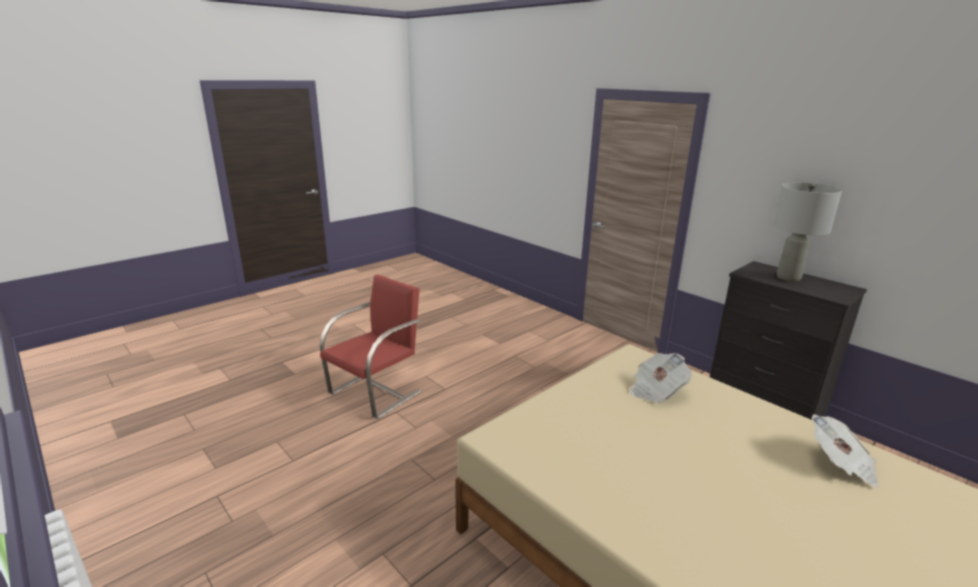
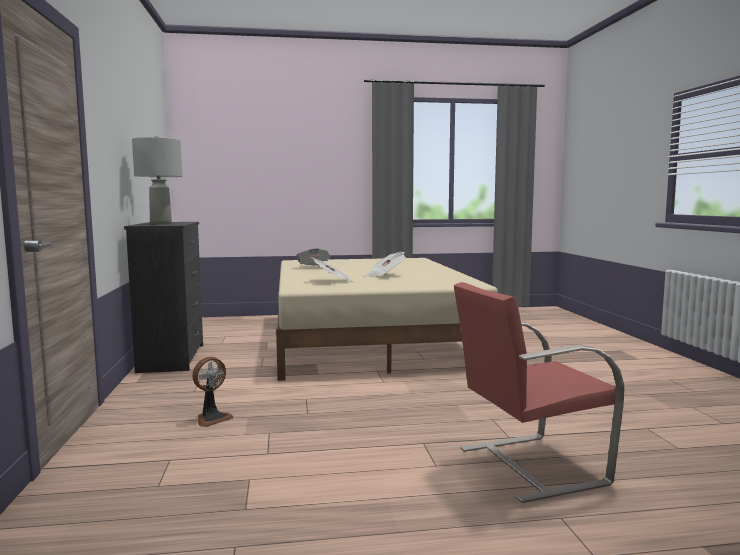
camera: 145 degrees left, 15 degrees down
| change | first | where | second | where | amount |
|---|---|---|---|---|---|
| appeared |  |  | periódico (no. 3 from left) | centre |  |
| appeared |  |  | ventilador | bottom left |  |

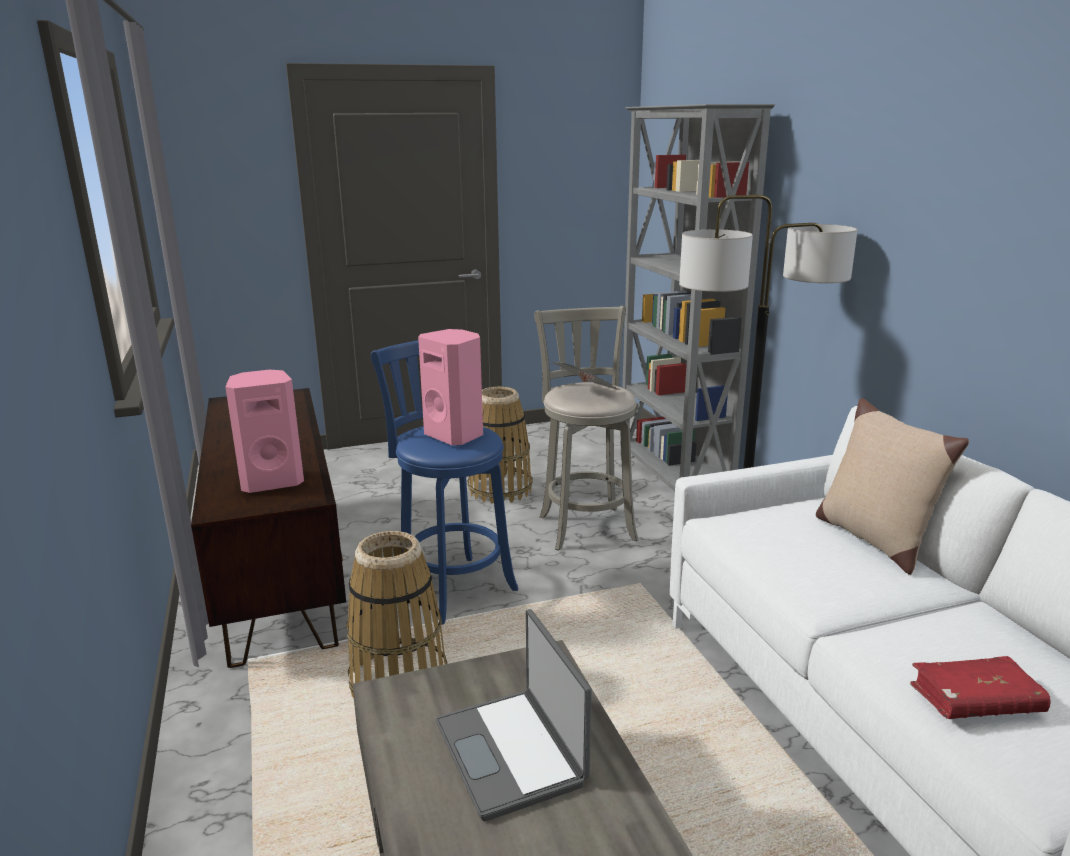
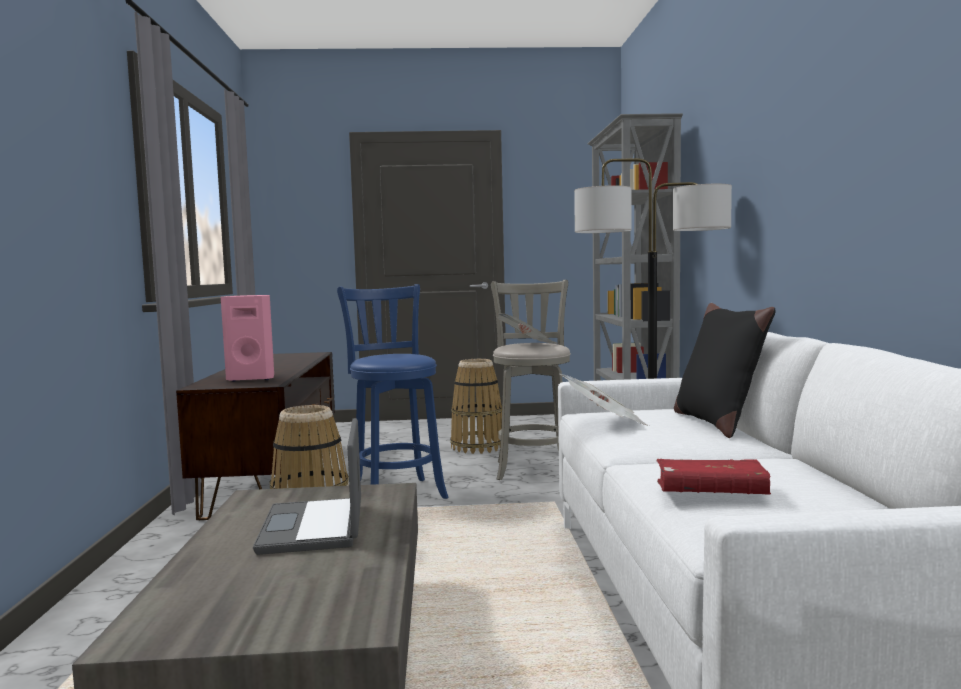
camera: 15 degrees right, 15 degrees down
| change | first | where | second | where | amount |
|---|---|---|---|---|---|
| missing | altavoz/rosa (no. 2 from left) | centre |  |  |  |
| colour | cojín/beis | middle right | cojín/negro | middle right |  |
| appeared |  |  | periódico (no. 2 from left) | centre |  |

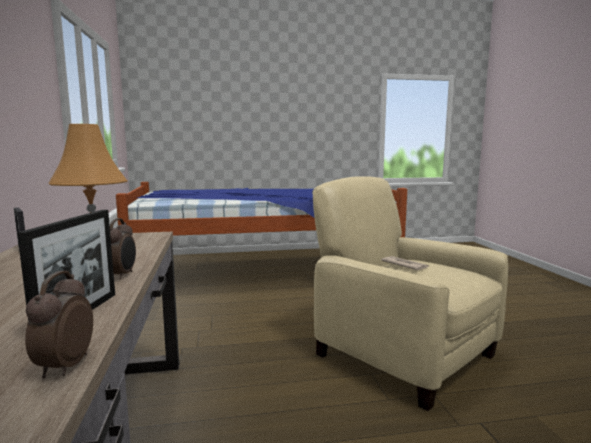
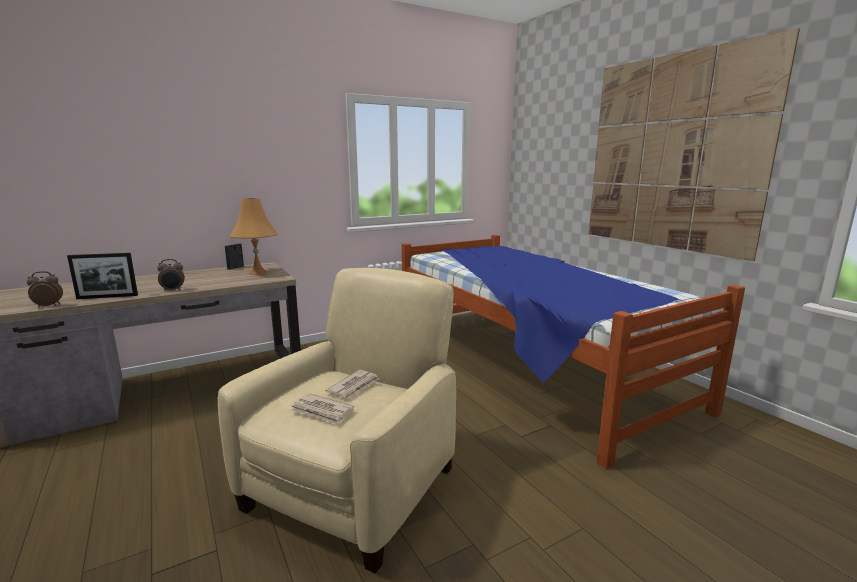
camera: 70 degrees right, 5 degrees up
| change | first | where | second | where | amount |
|---|---|---|---|---|---|
| appeared |  |  | cuadro | top right |  |
| appeared |  |  | periódico (no. 1 from left) | bottom centre |  |

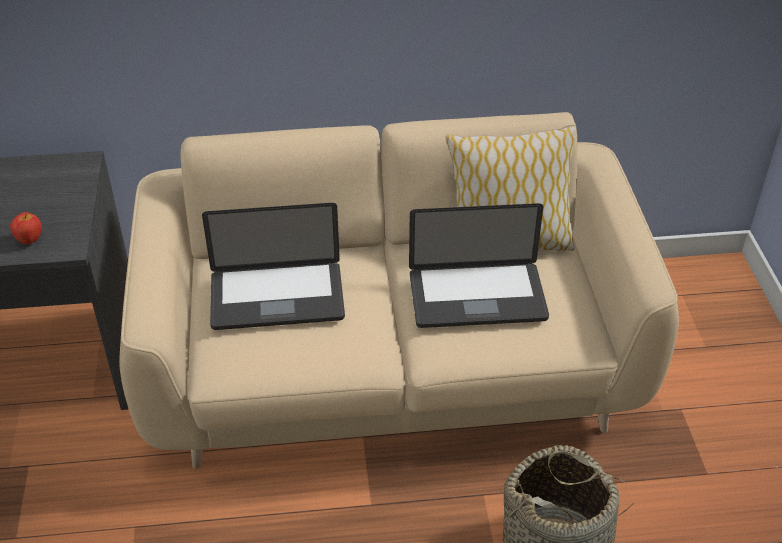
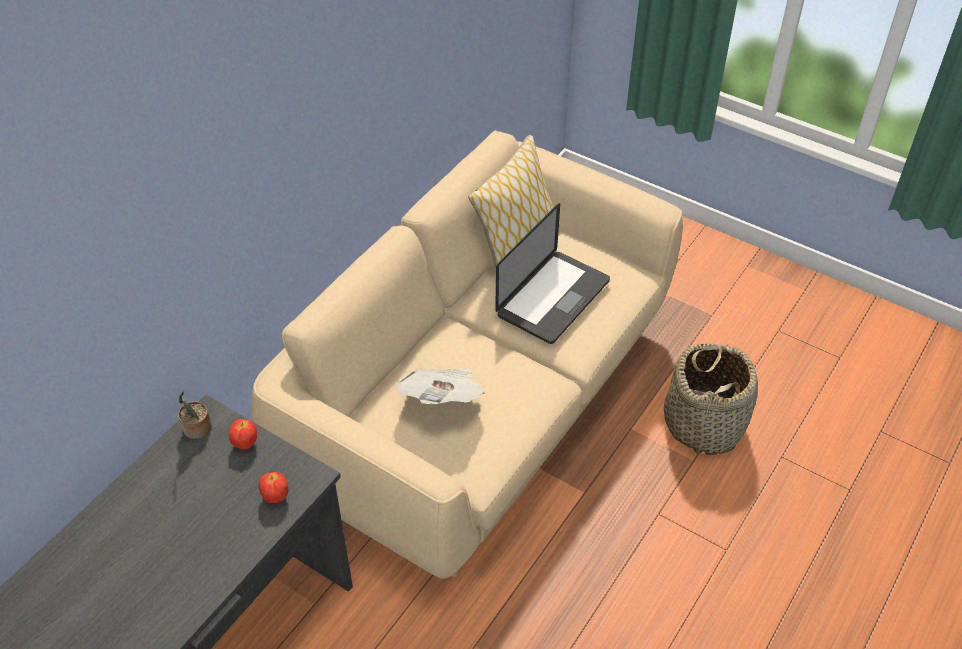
camera: 50 degrees left, 5 degrees up
| change | first | where | second | where | amount |
|---|---|---|---|---|---|
| exchanged | portátil (no. 1 from left) | centre | periódico | centre |  |
| appeared |  |  | planta en maceta | middle left |  |
| appeared |  |  | manzana (no. 1 from left) | bottom left |  |

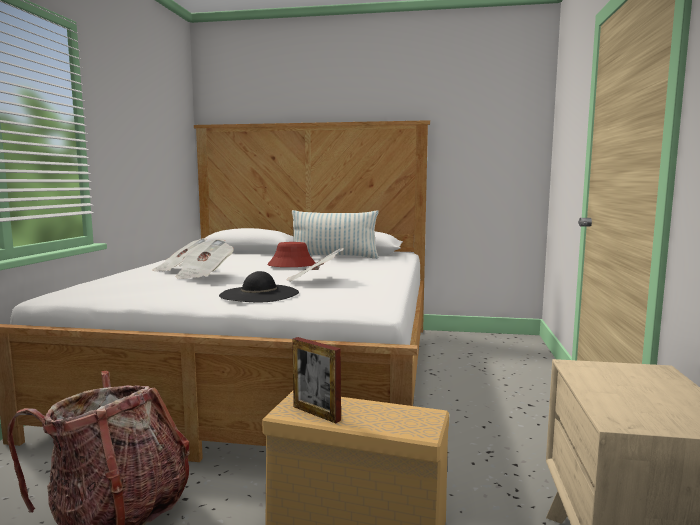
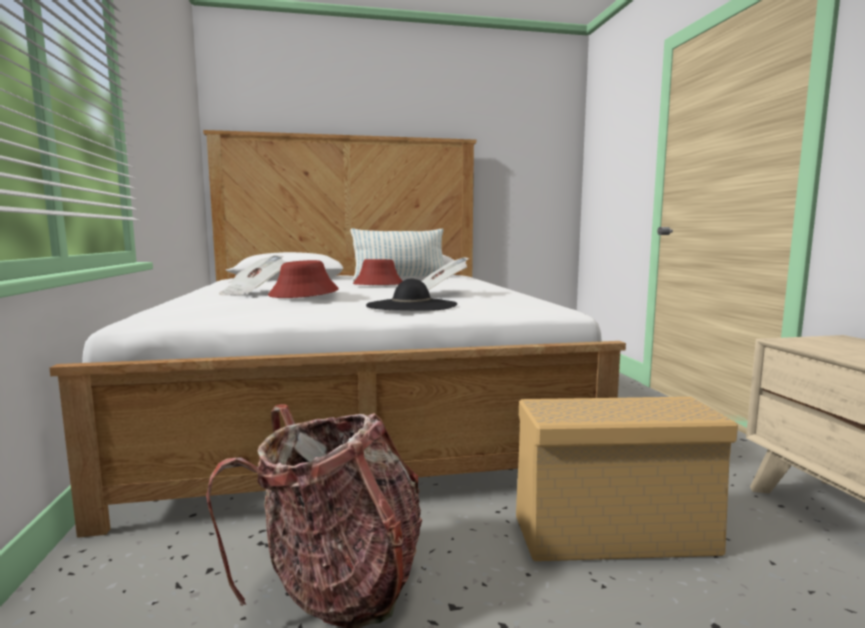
camera: 20 degrees left, 0 degrees up
| change | first | where | second | where | amount |
|---|---|---|---|---|---|
| exchanged | periódico (no. 2 from left) | middle left | sombrero/rojo (no. 1 from left) | centre |  |
| missing | portarretratos | bottom centre |  |  |  |

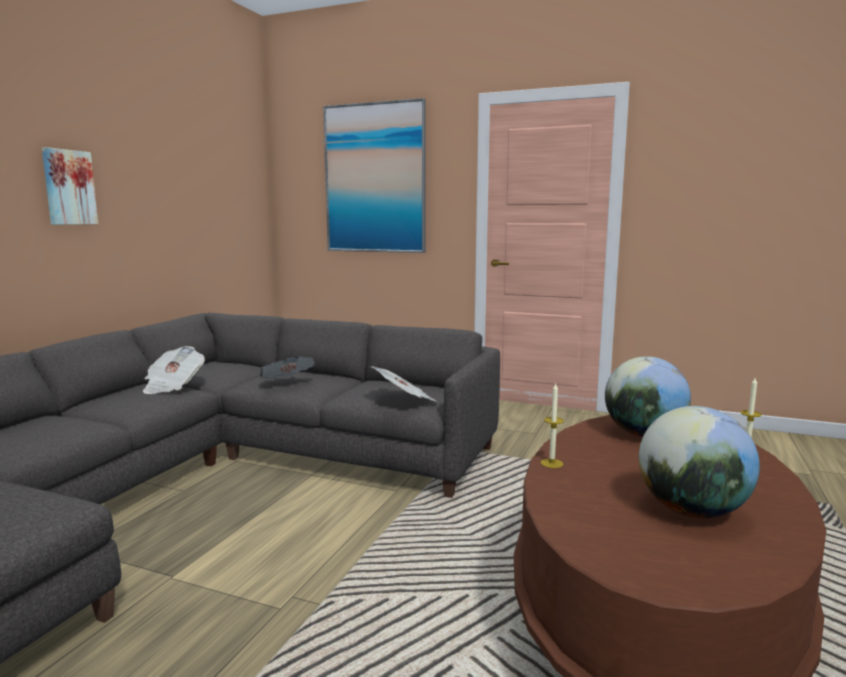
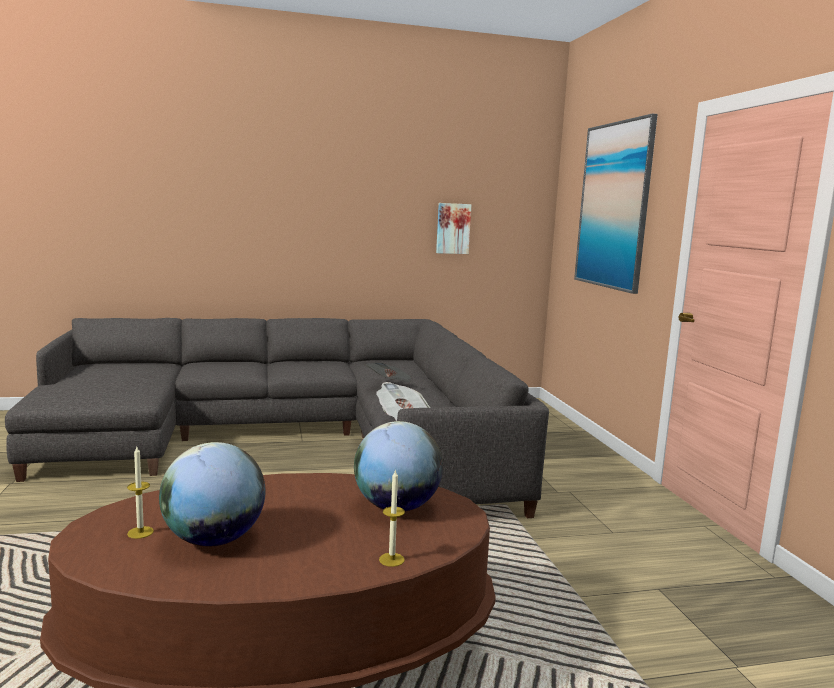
camera: 55 degrees right, 0 degrees up
| change | first | where | second | where | amount |
|---|---|---|---|---|---|
| relocated | cuadro (no. 1 from left) | top left |  | top centre |  |
| missing | periódico (no. 1 from left) | middle left |  |  |  |
| relocated | vela (no. 1 from left) | centre |  | bottom left |  |

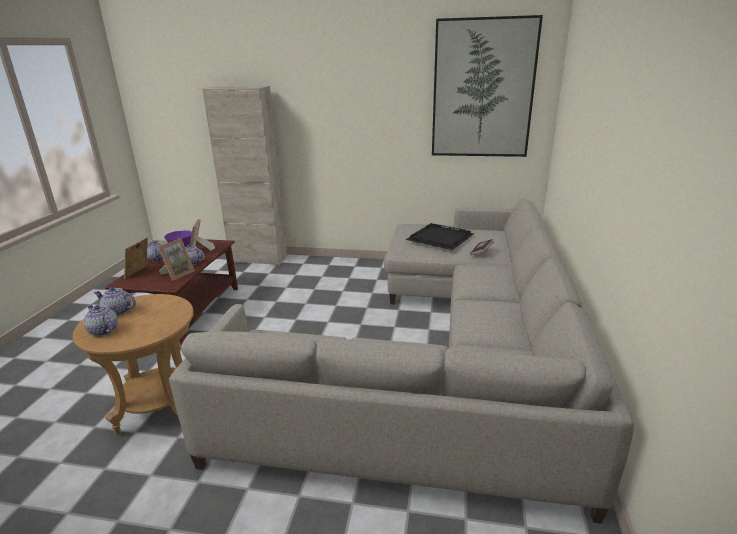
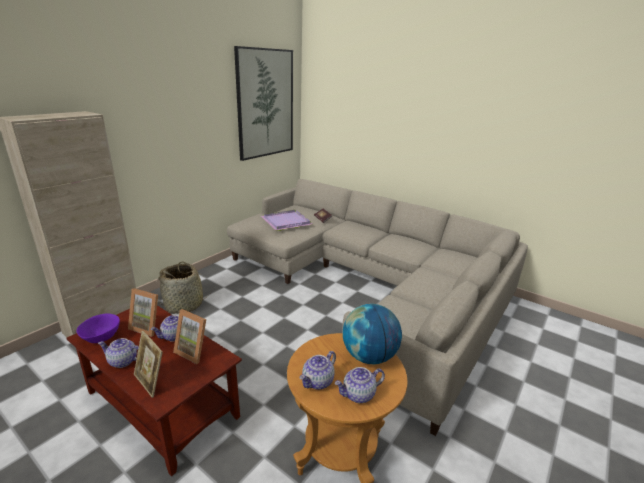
camera: 65 degrees left, 0 degrees up
| change | first | where | second | where | amount |
|---|---|---|---|---|---|
| colour | bandeja/negro | centre | bandeja/morado | centre |  |
| spun | portarretratos (no. 2 from left in the first image) | middle left | portarretratos (no. 3 from left) | bottom left | 150 degrees clockwise |
| appeared |  |  | cesta | middle left |  |
| appeared |  |  | globo terráqueo | bottom centre |  |

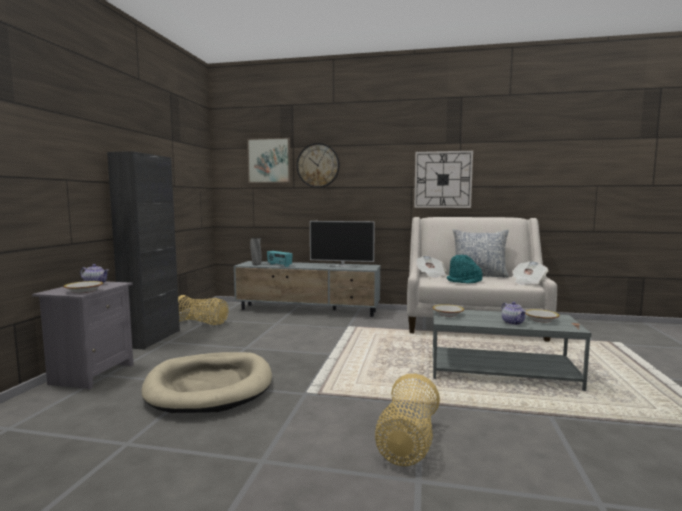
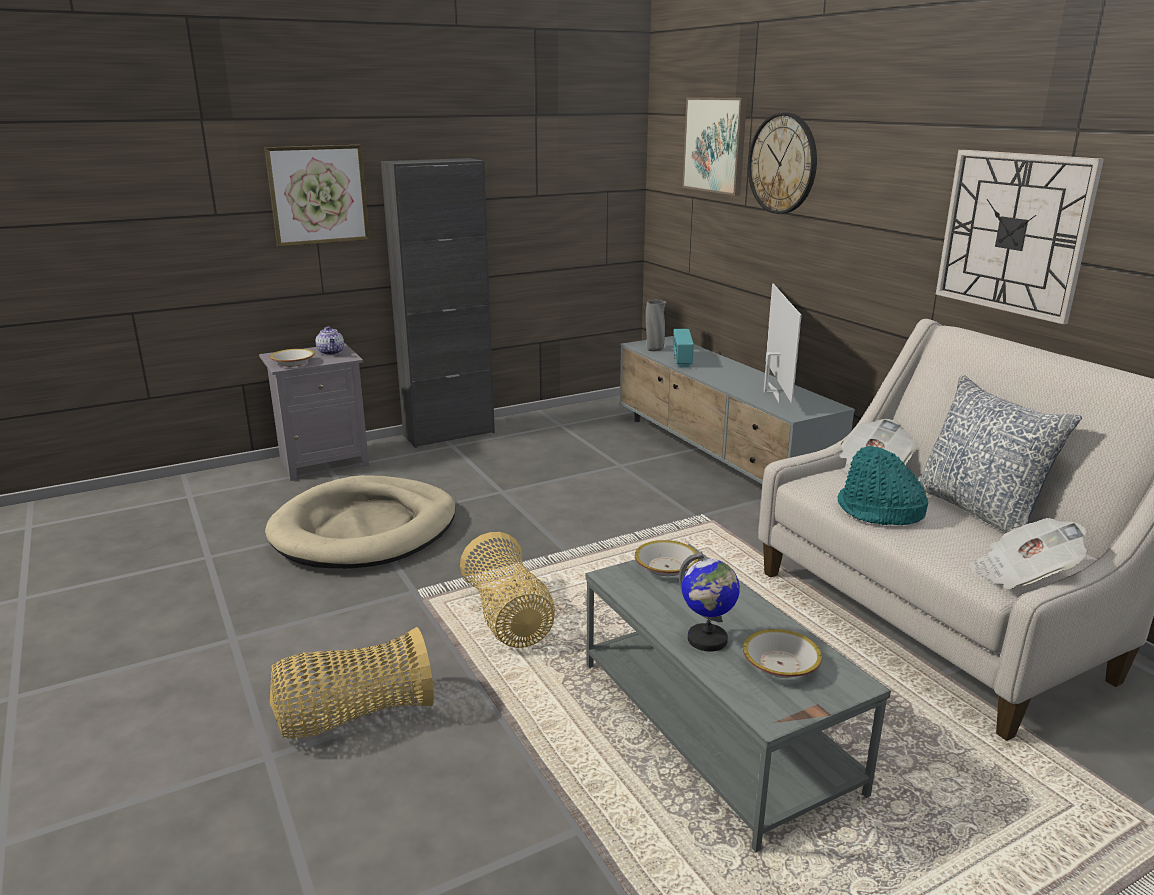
camera: 50 degrees right, 15 degrees up
| change | first | where | second | where | amount |
|---|---|---|---|---|---|
| spun | televisor | centre |  | middle right | 150 degrees counterclockwise |
| relocated | cesta (no. 1 from left in the first image) | middle left | cesta (no. 2 from left) | centre |  |
| exchanged | tetera (no. 2 from left) | middle right | globo terráqueo | bottom centre |  |
| appeared |  |  | cuadro (no. 1 from left) | top left |  |

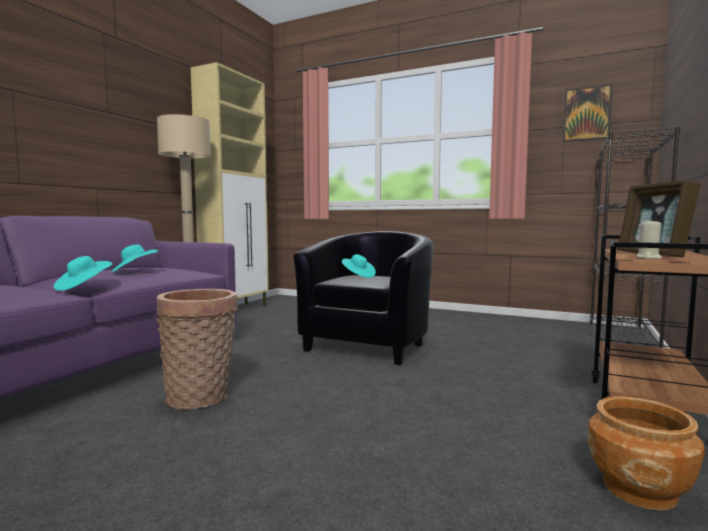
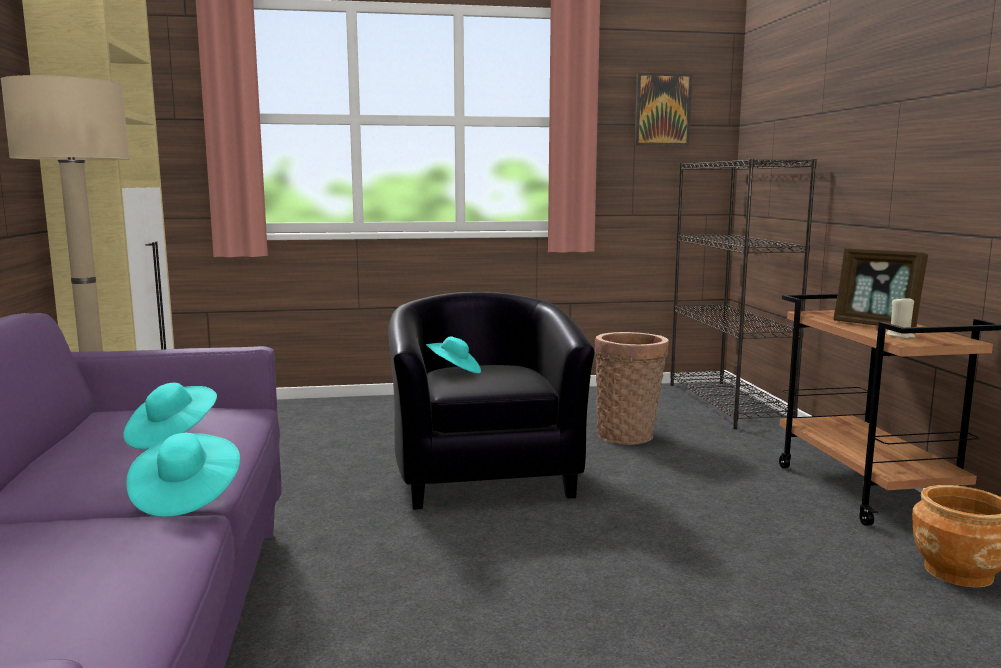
camera: 35 degrees left, 5 degrees up
| change | first | where | second | where | amount |
|---|---|---|---|---|---|
| relocated | cesta | middle left |  | centre |  |

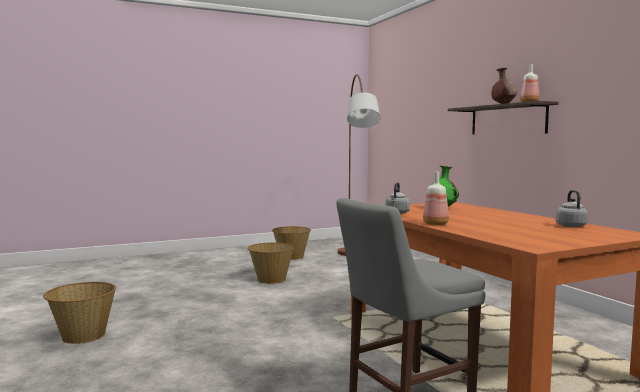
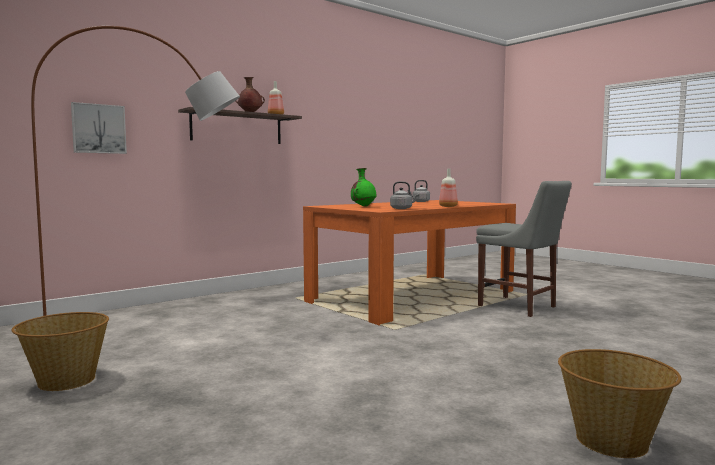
camera: 105 degrees left, 0 degrees up
| change | first | where | second | where | amount |
|---|---|---|---|---|---|
| missing | cesta (no. 2 from left) | bottom centre |  |  |  |
| appeared |  |  | cuadro | top left |  |

